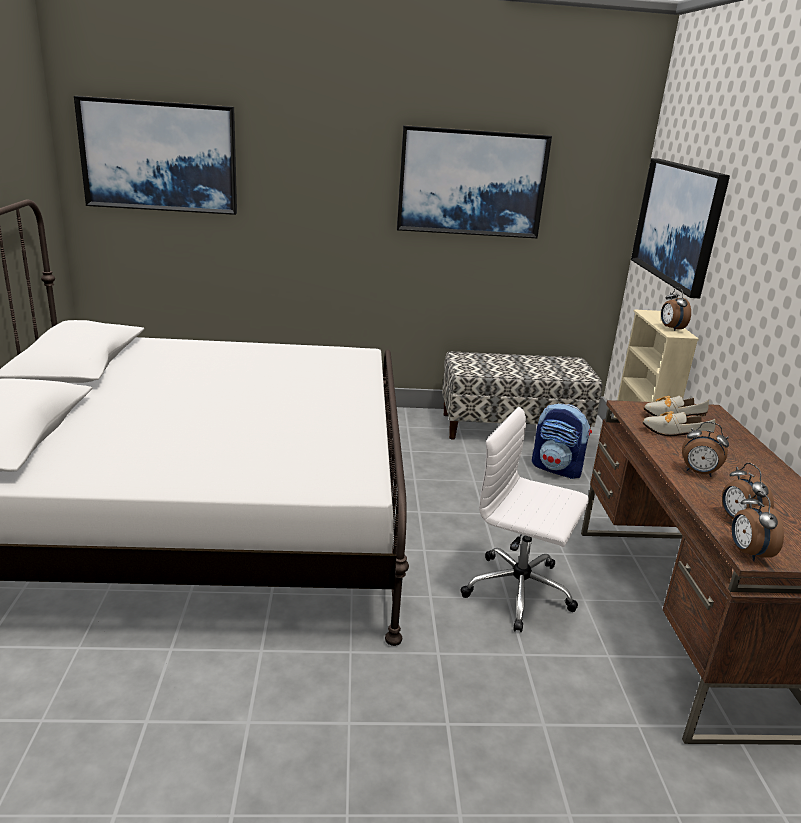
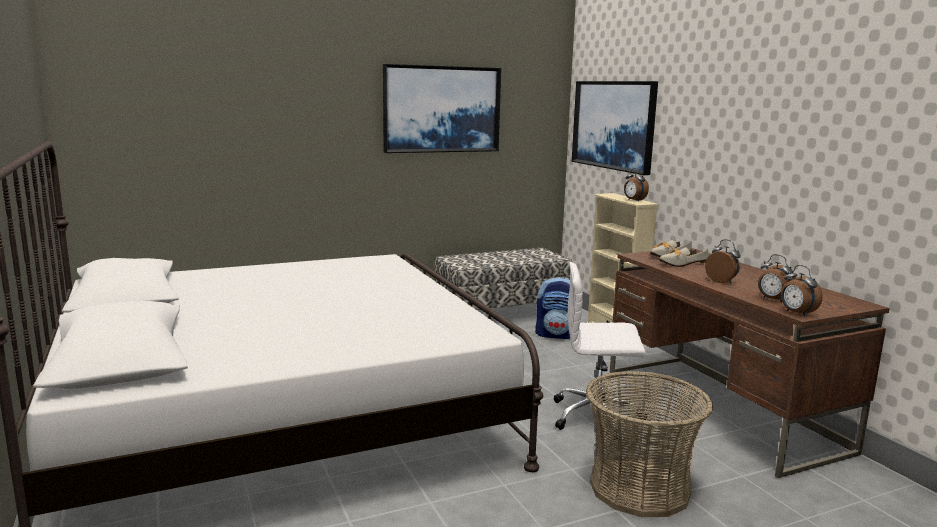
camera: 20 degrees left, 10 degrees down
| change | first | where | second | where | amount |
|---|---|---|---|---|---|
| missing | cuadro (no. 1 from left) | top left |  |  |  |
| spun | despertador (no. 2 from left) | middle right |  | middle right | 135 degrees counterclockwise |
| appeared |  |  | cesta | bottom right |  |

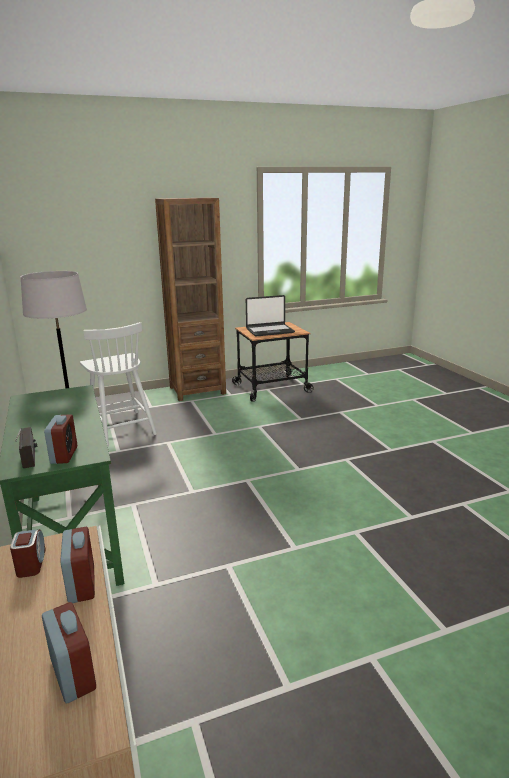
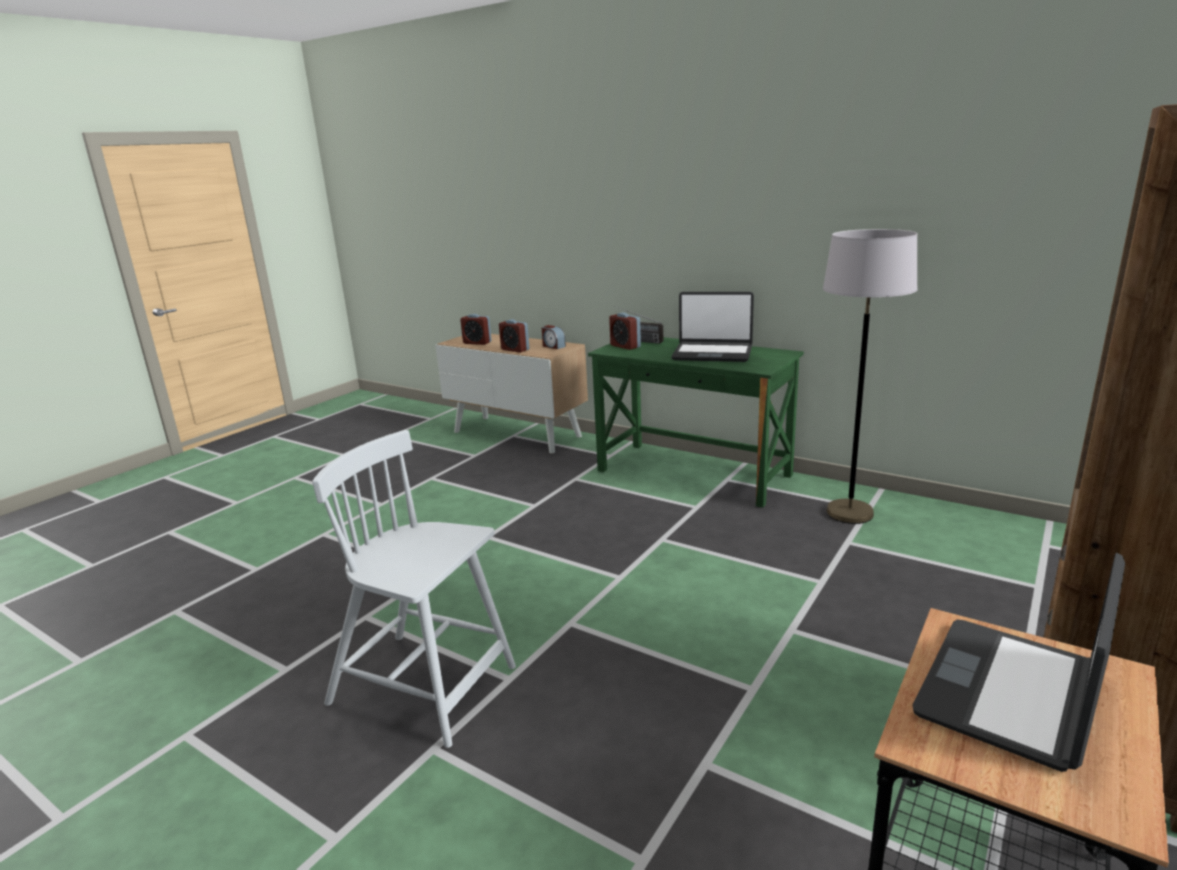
camera: 145 degrees right, 0 degrees up
| change | first | where | second | where | amount |
|---|---|---|---|---|---|
| relocated | silla/blanco | middle left |  | bottom centre |  |
| appeared |  |  | portátil (no. 1 from left) | centre |  |

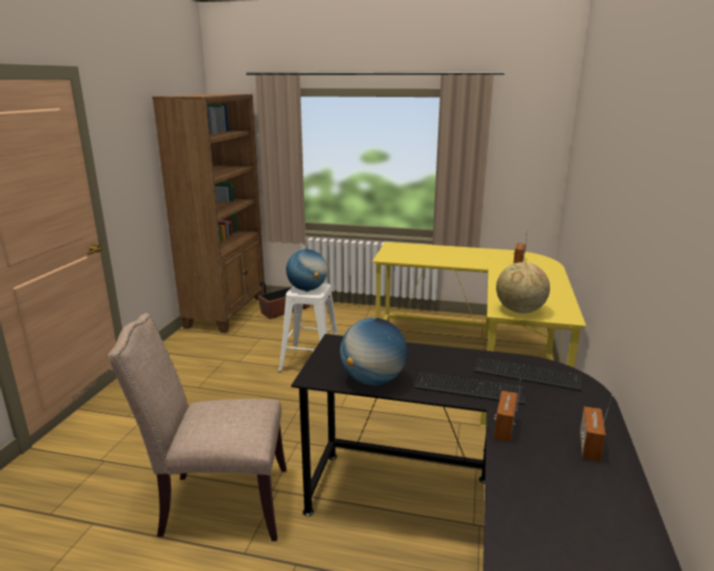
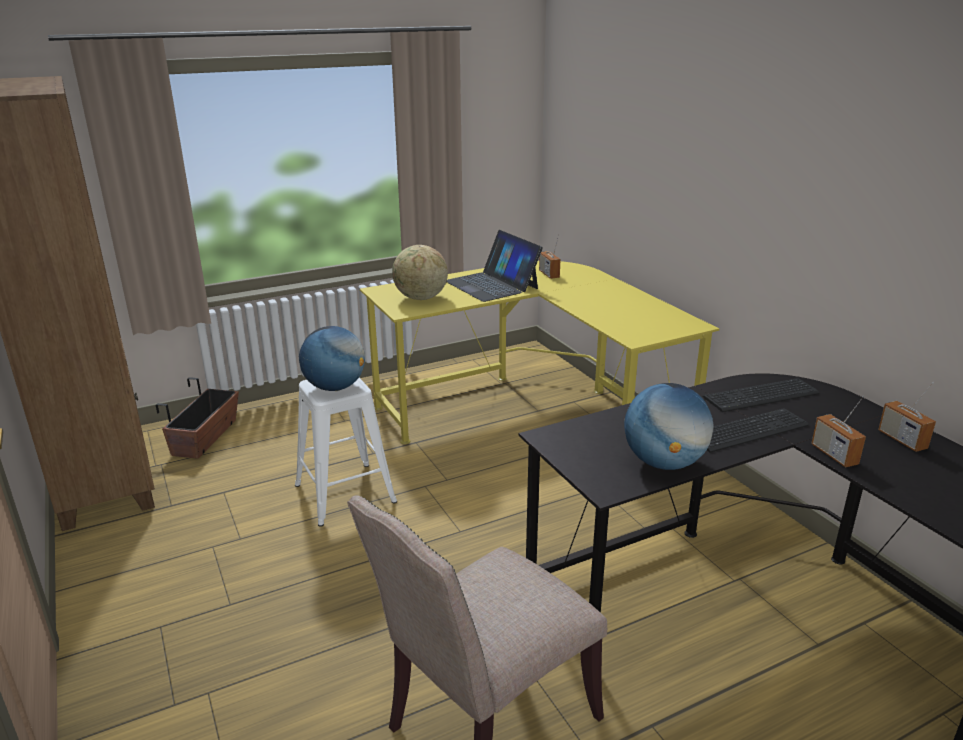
camera: 40 degrees left, 5 degrees up
| change | first | where | second | where | amount |
|---|---|---|---|---|---|
| relocated | globo terráqueo (no. 3 from left in the first image) | middle right | globo terráqueo (no. 2 from left) | centre |  |
| appeared |  |  | portátil | centre |  |

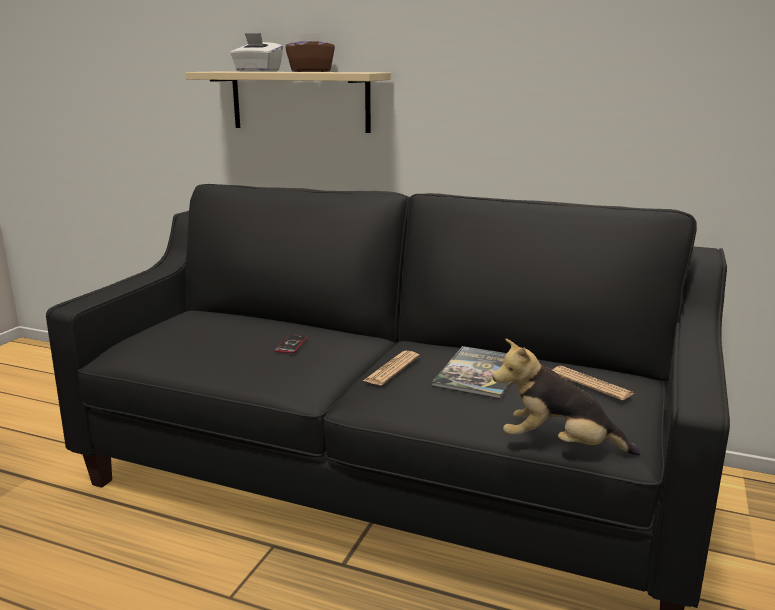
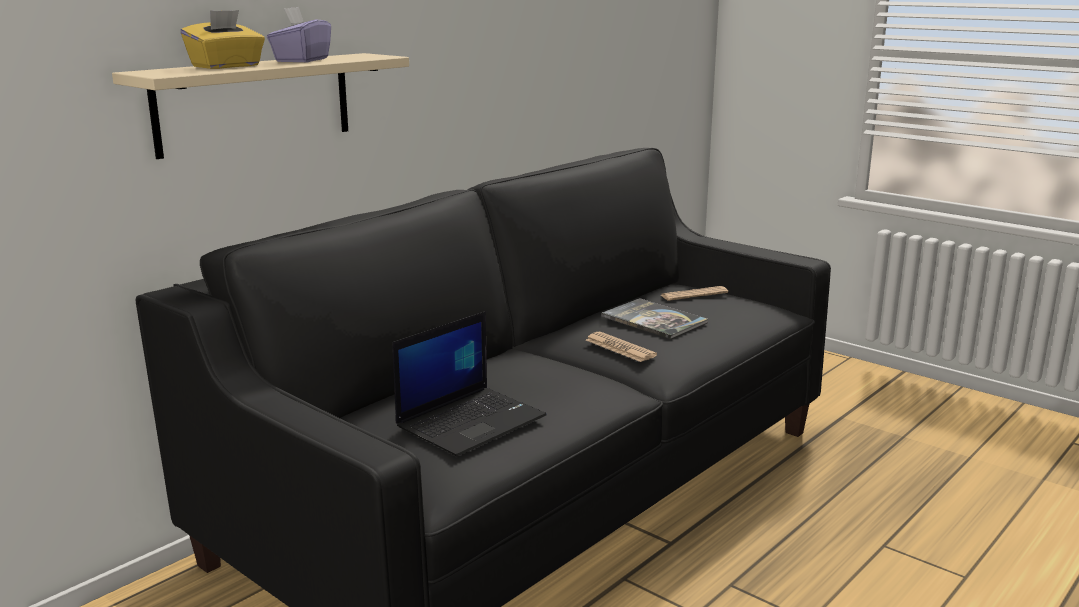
camera: 70 degrees left, 0 degrees up
| change | first | where | second | where | amount |
|---|---|---|---|---|---|
| colour | caja de pañuelos/marrón | top centre | caja de pañuelos/morado | top left |  |
| colour | caja de pañuelos/blanco | top left | caja de pañuelos/amarillo | top left |  |
| missing | móvil | centre |  |  |  |
| missing | peluche | middle right |  |  |  |
| appeared |  |  | portátil | centre |  |

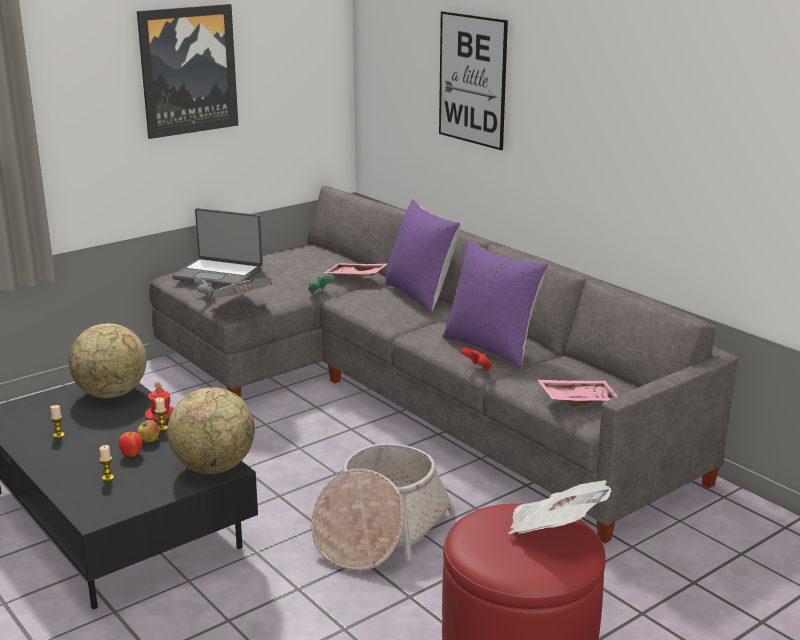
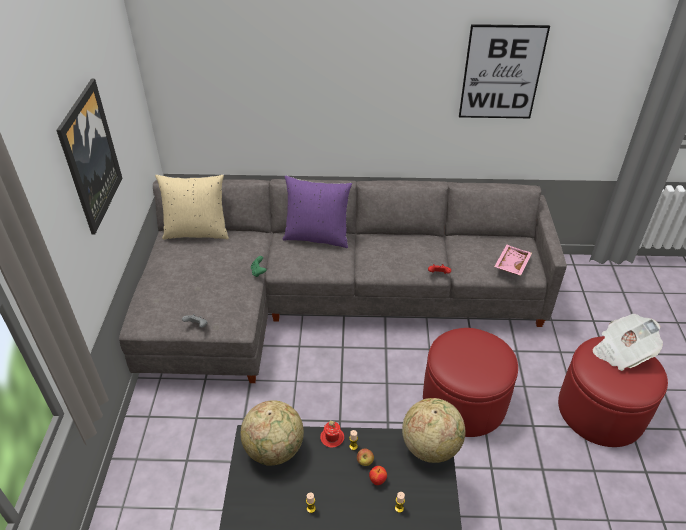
camera: 50 degrees left, 20 degrees up
| change | first | where | second | where | amount |
|---|---|---|---|---|---|
| relocated | cuadro (no. 2 from left) | top centre |  | top right |  |
| missing | portátil | middle left |  |  |  |
| missing | cojín/morado (no. 2 from left) | centre |  |  |  |
| missing | bandeja/rosa (no. 1 from left) | centre |  |  |  |
| missing | periódico (no. 1 from left) | middle left |  |  |  |
| exchanged | cesta | bottom centre | puf/rojo (no. 1 from left) | bottom right |  |
| appeared |  |  | cojín/beis | middle left |  |

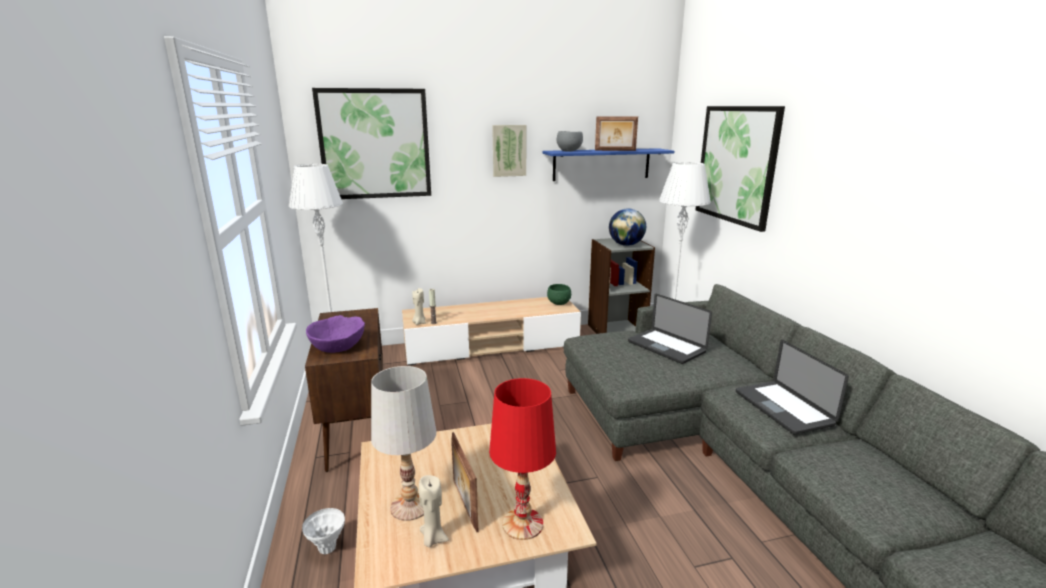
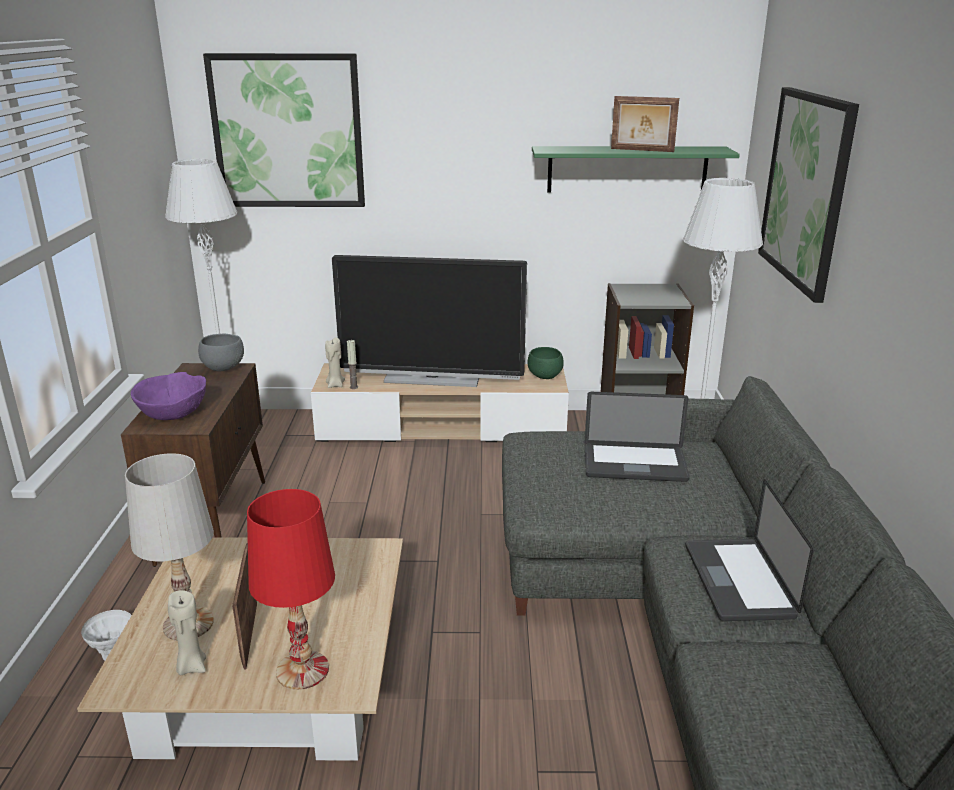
camera: 15 degrees right, 5 degrees up
| change | first | where | second | where | amount |
|---|---|---|---|---|---|
| missing | cuadro (no. 2 from left) | top centre |  |  |  |
| relocated | cuenco/gris | top centre |  | middle left |  |
| colour | estante/azul | top centre | estante/verde | top right |  |
| missing | globo terráqueo | centre |  |  |  |
| spun | portátil (no. 1 from left) | centre |  | middle right | 60 degrees counterclockwise |
| appeared |  |  | televisor | centre |  |

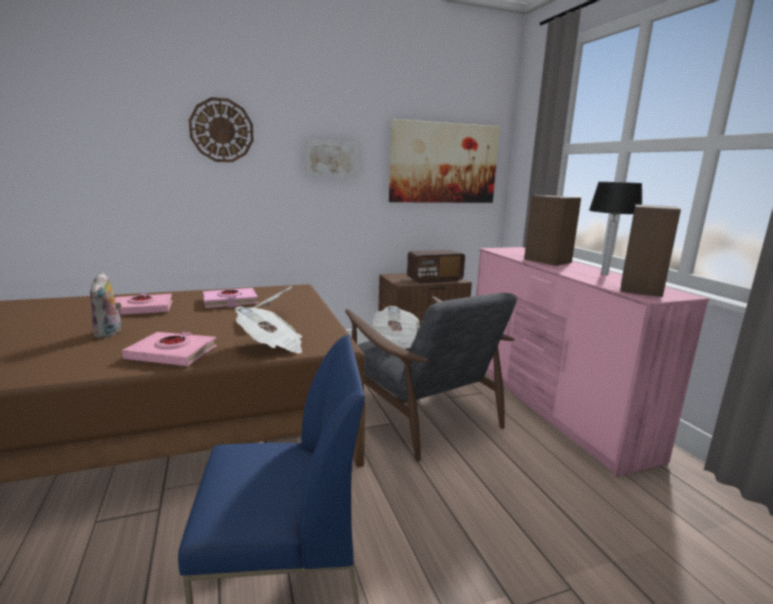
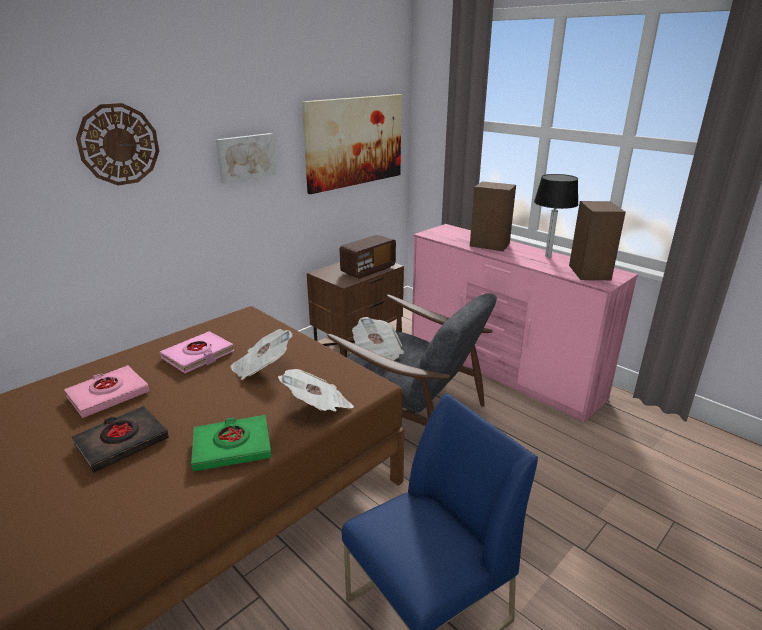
camera: 25 degrees left, 10 degrees up
| change | first | where | second | where | amount |
|---|---|---|---|---|---|
| exchanged | peluche | middle left | libro/negro | bottom left |  |
| colour | libro/rosa (no. 2 from left) | middle left | libro/verde | bottom left |  |

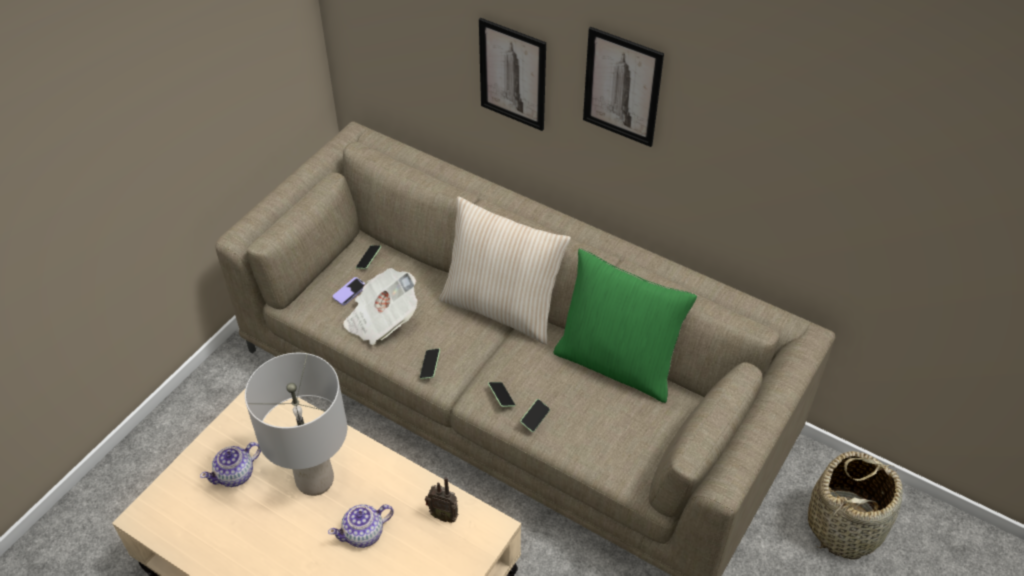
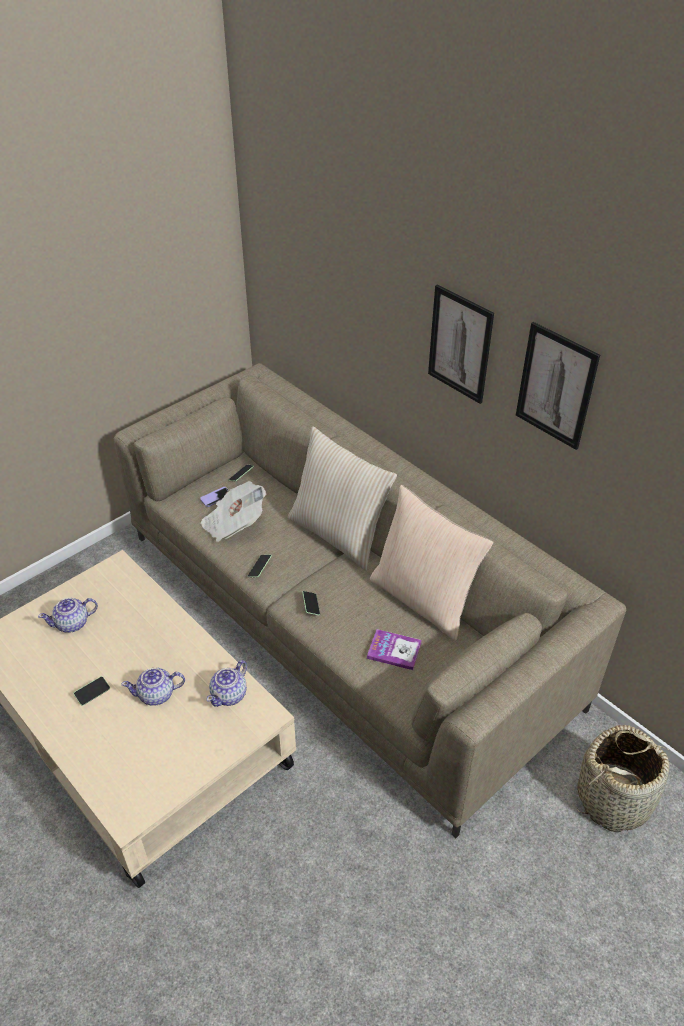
camera: 15 degrees right, 5 degrees down
| change | first | where | second | where | amount |
|---|---|---|---|---|---|
| relocated | cuadro (no. 1 from left in the first image) | top centre | cuadro (no. 2 from left) | middle right |  |
| colour | cojín/verde | centre | cojín/beis (no. 2 from left) | centre |  |
| missing | lámpara de mesa/gris | bottom left |  |  |  |
| relocated | móvil (no. 5 from left in the first image) | bottom centre | móvil (no. 1 from left) | bottom left |  |
| exchanged | radio | bottom centre | tetera (no. 3 from left) | middle left |  |
| appeared |  |  | libro | centre |  |

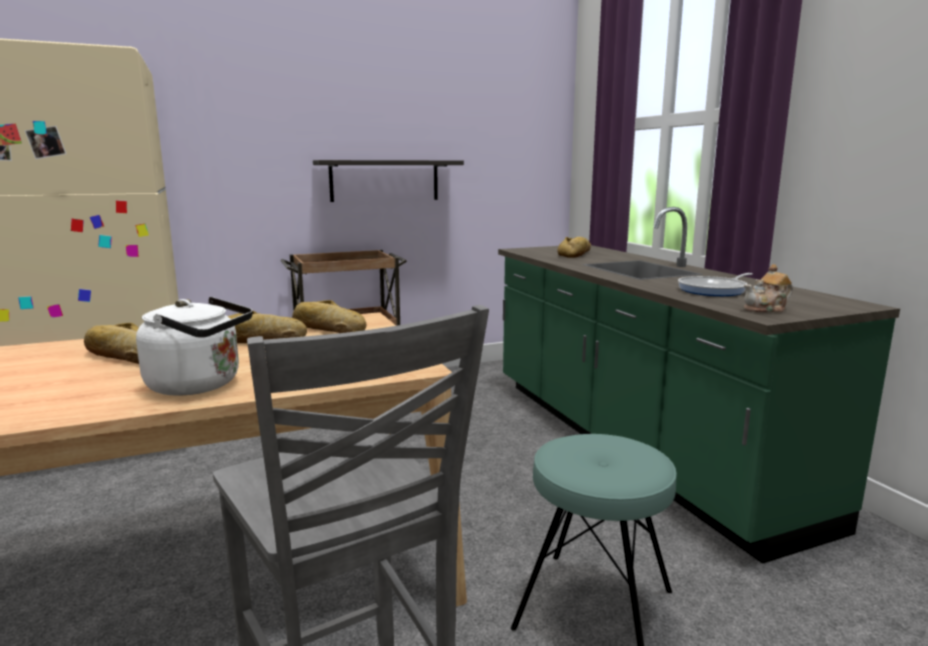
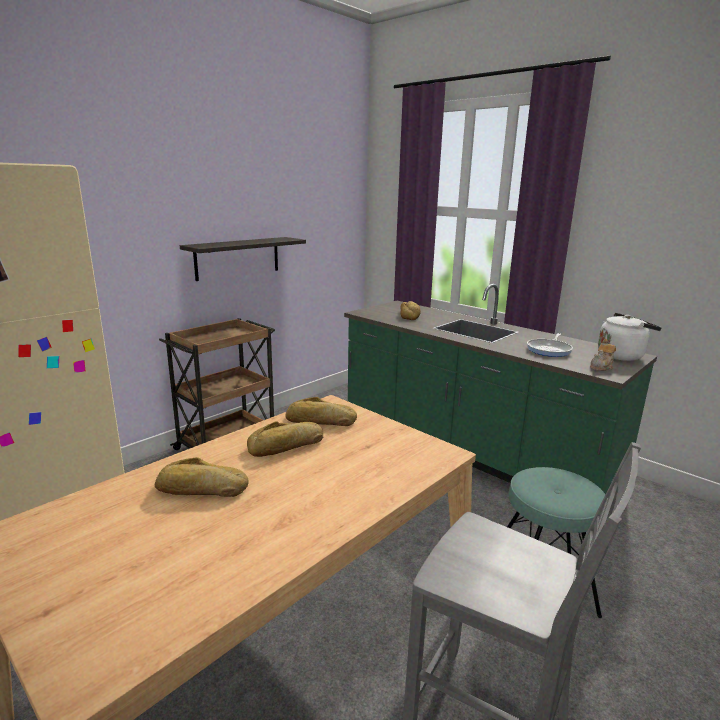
camera: 25 degrees left, 5 degrees up
| change | first | where | second | where | amount |
|---|---|---|---|---|---|
| relocated | hervidor/blanco | middle left |  | middle right |  |

